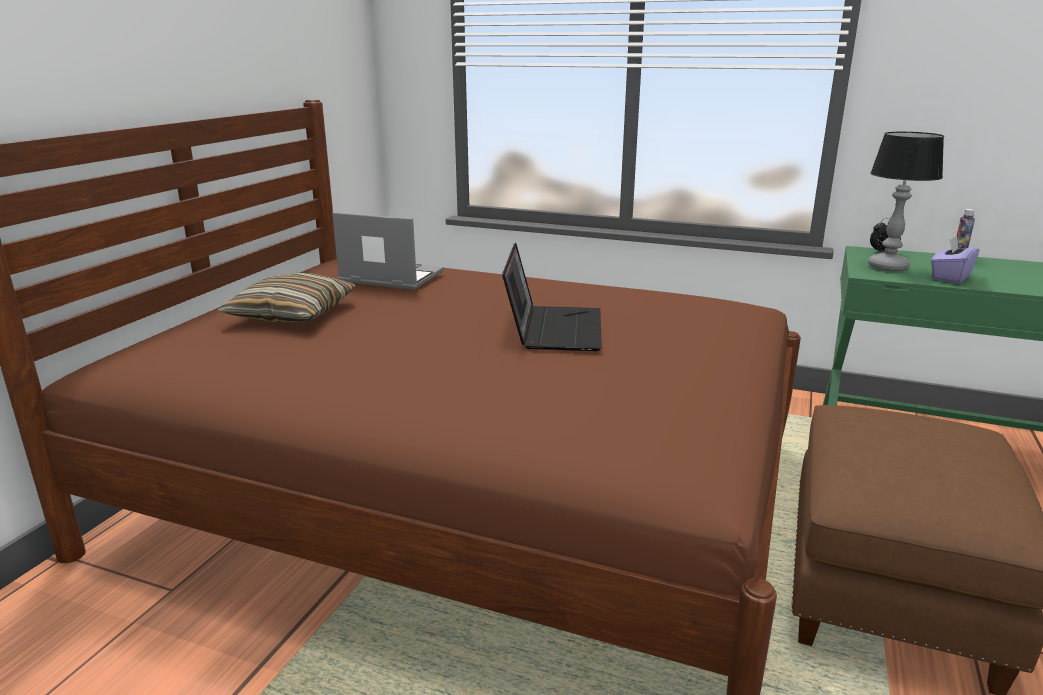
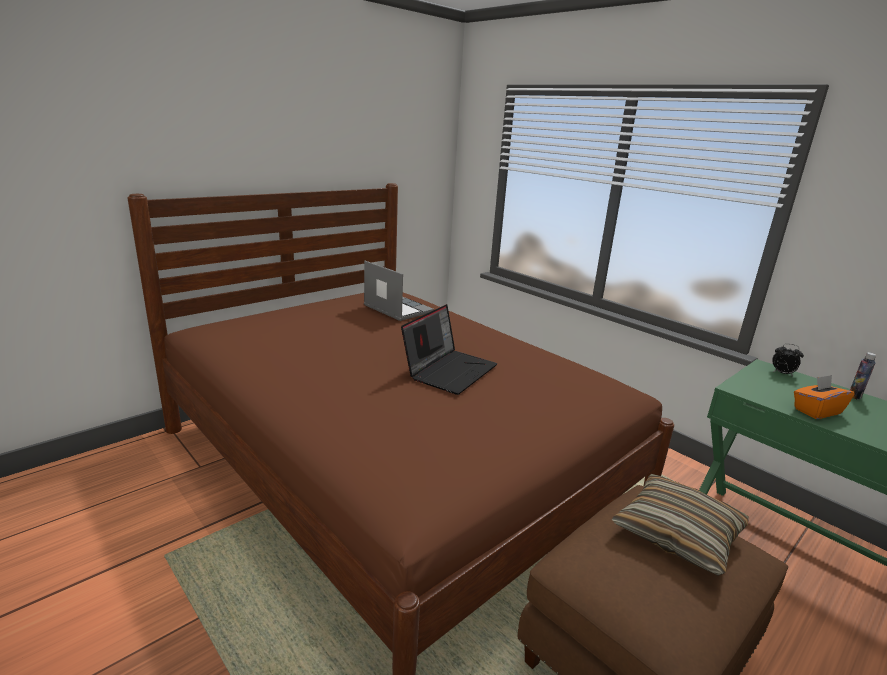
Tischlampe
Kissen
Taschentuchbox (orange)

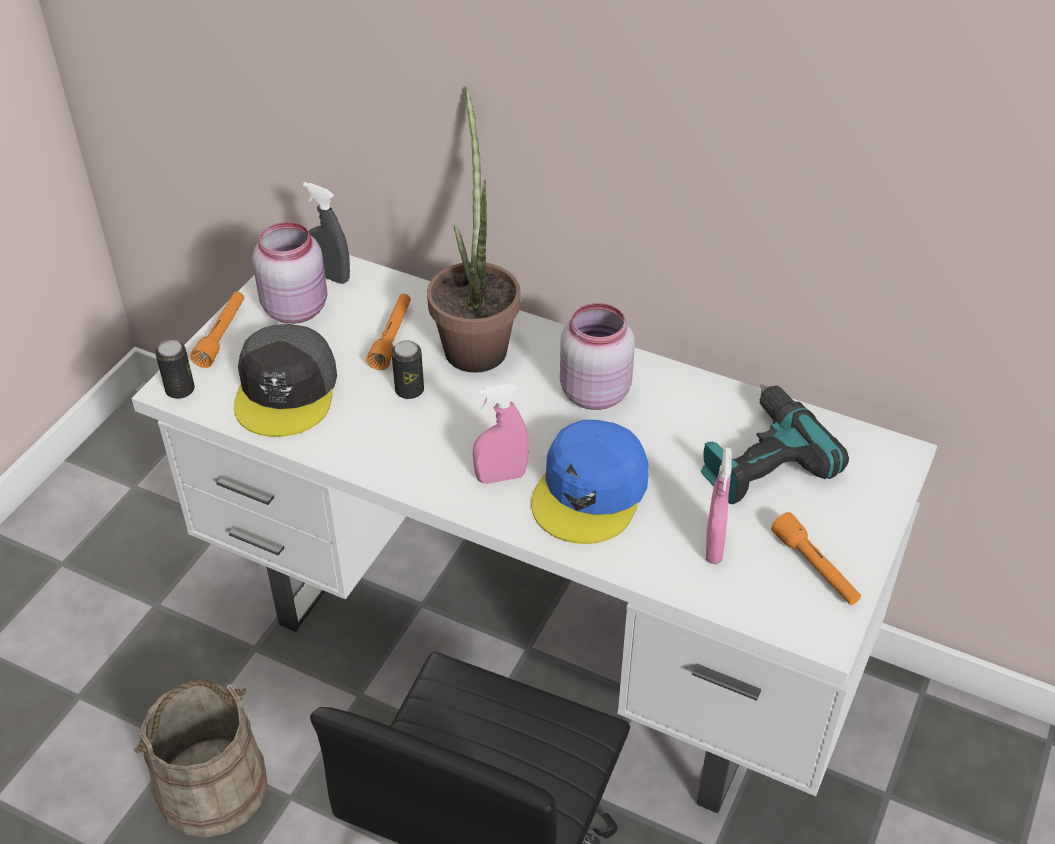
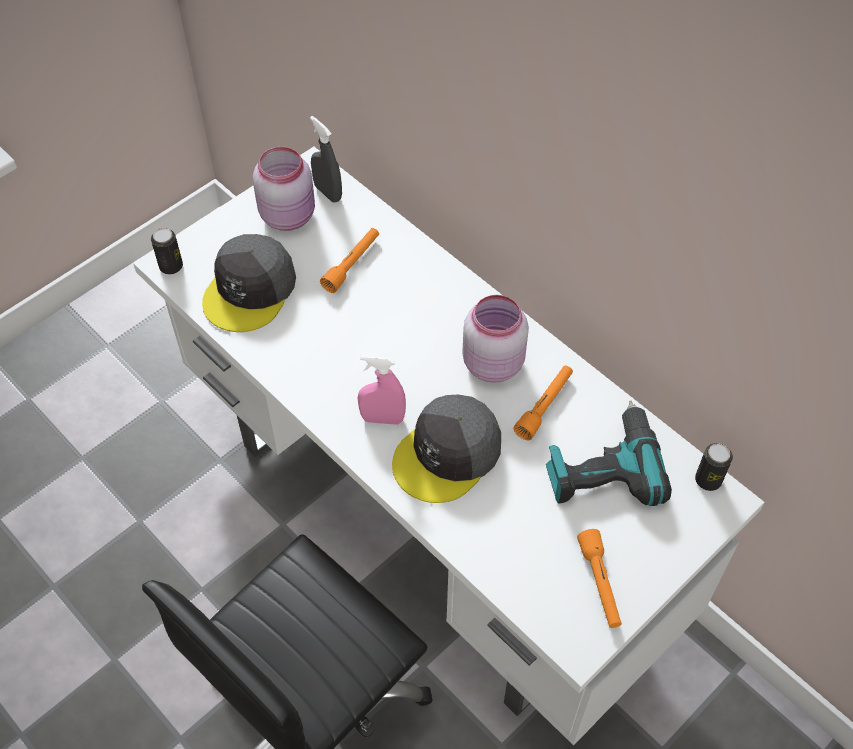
Eimer (beige)
Topfpflanze
Sprühflasche (rosa) (2nd from left in the first image)
Taschenlampe (orange) (2nd from left)
Dose (2nd from left)
Kappe (grau) (2nd from left)

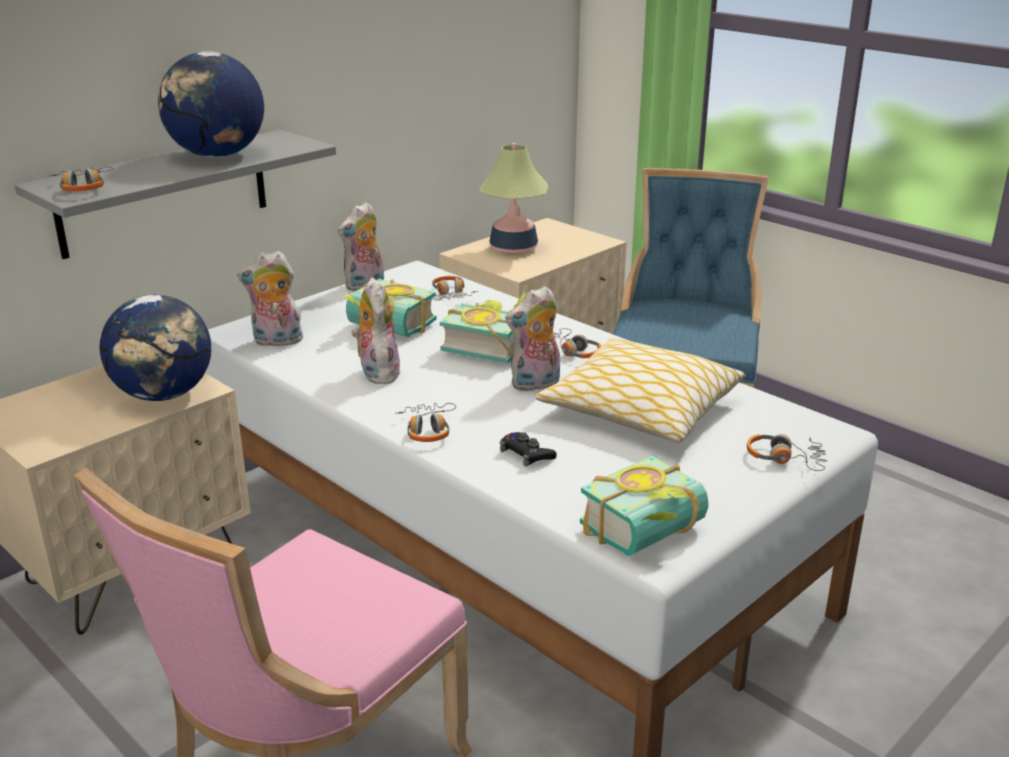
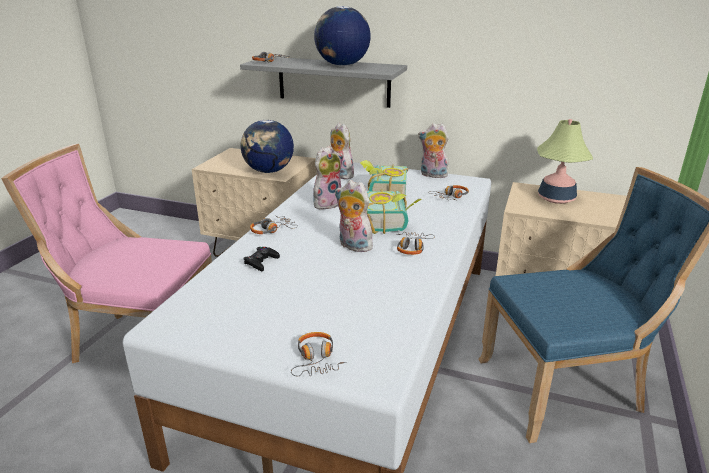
Kissen
Buch (3rd from left in the first image)

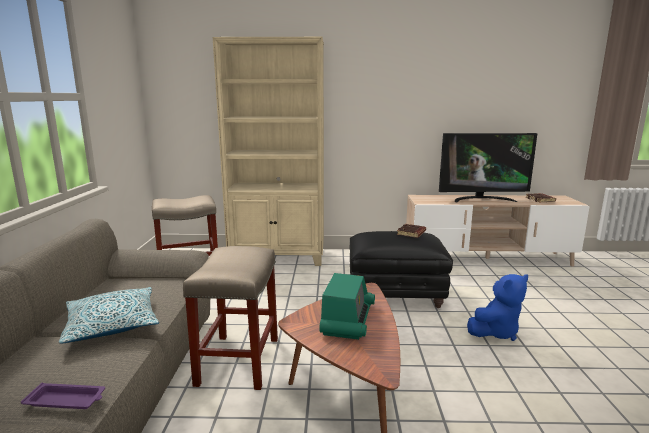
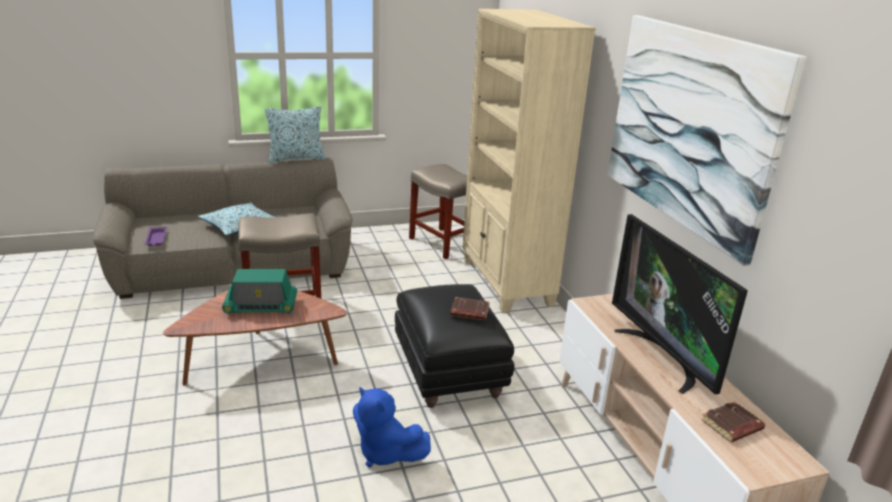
Kissen (2nd from left)
Bild

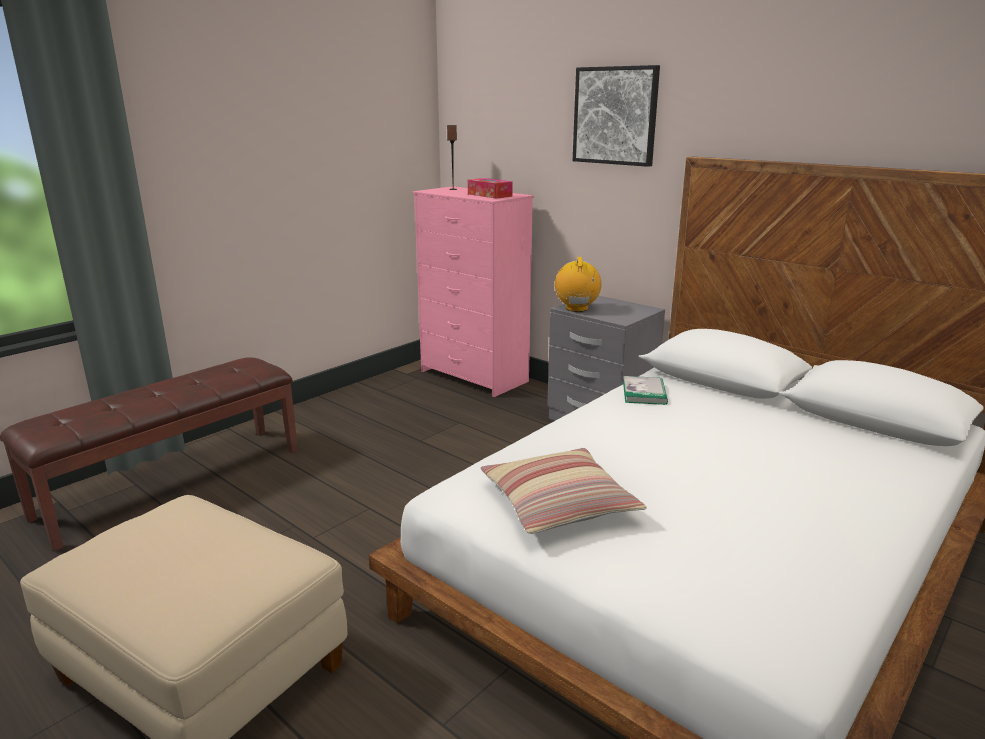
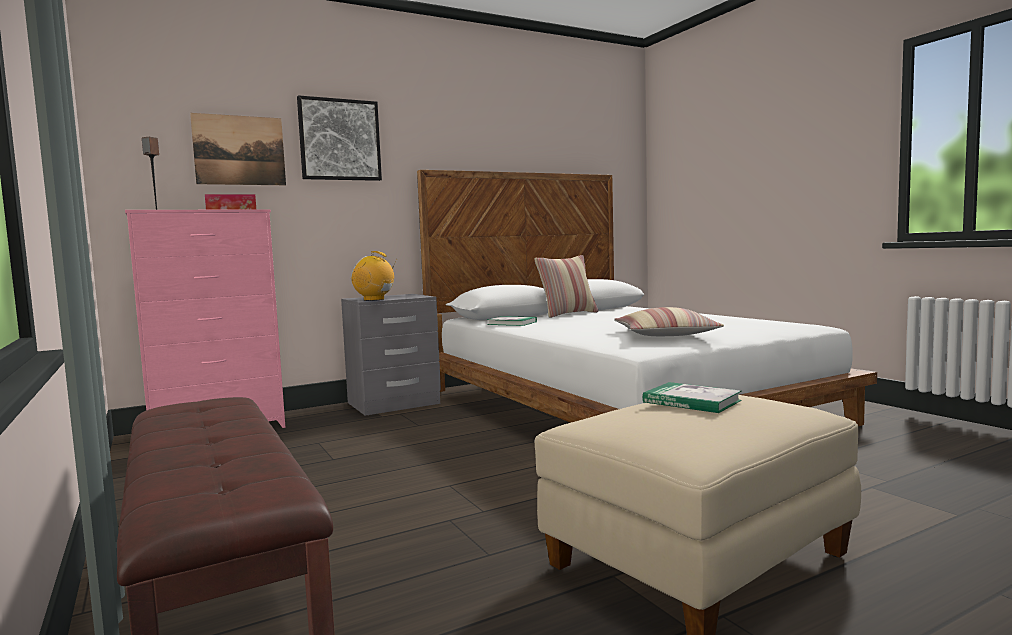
Bild (1st from left)
Kissen (1st from left)
Buch (2nd from left)

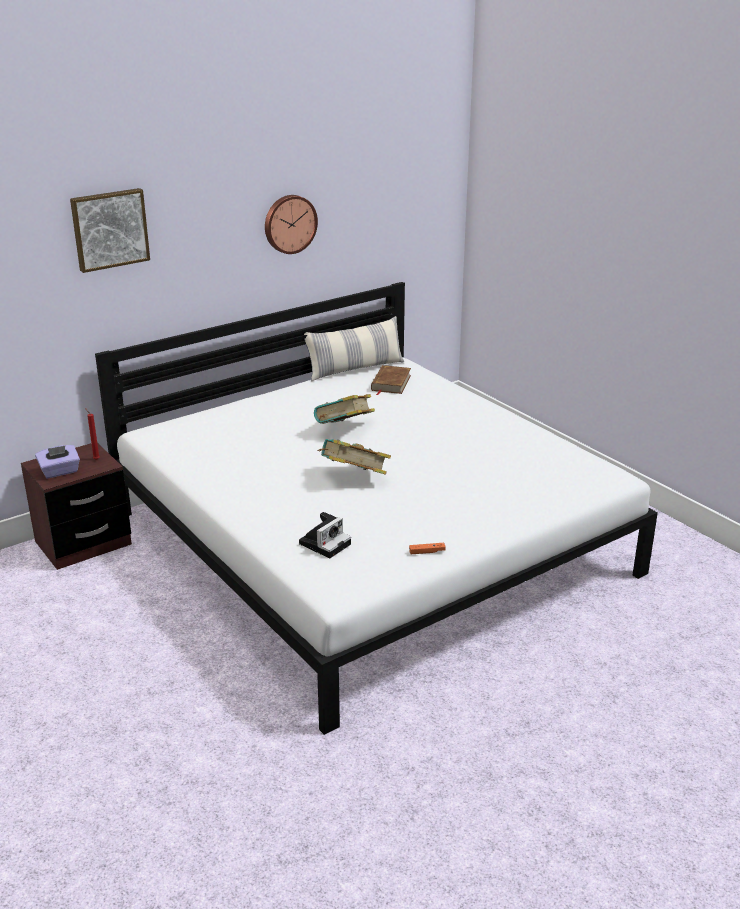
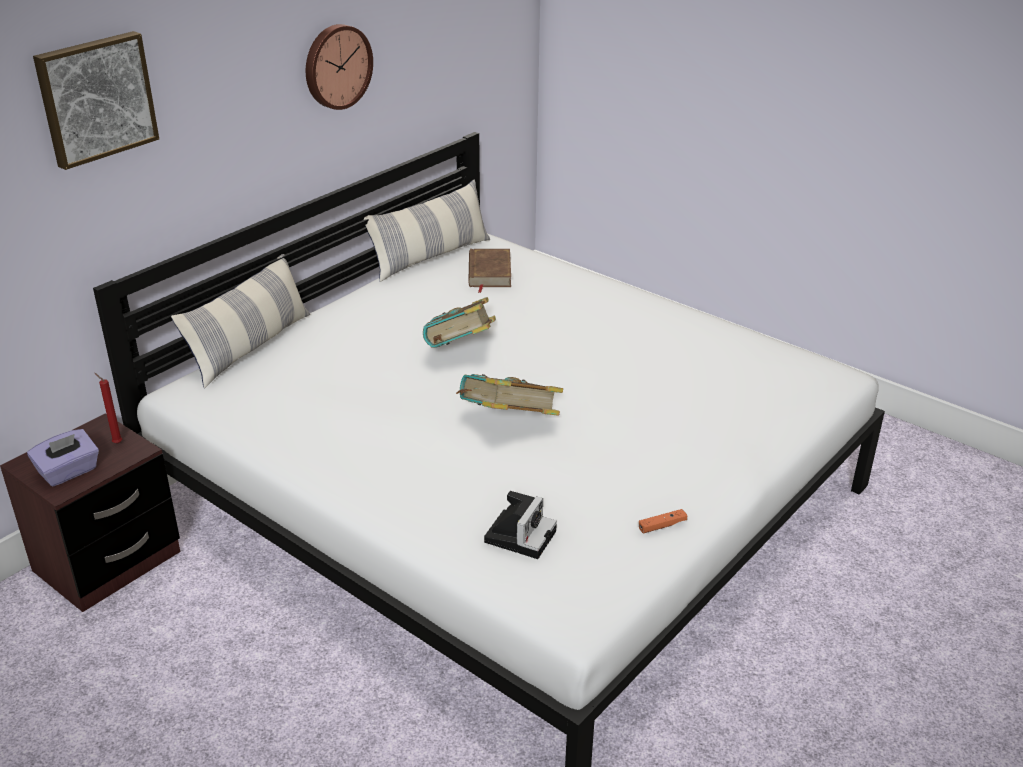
Kissen (1st from left)

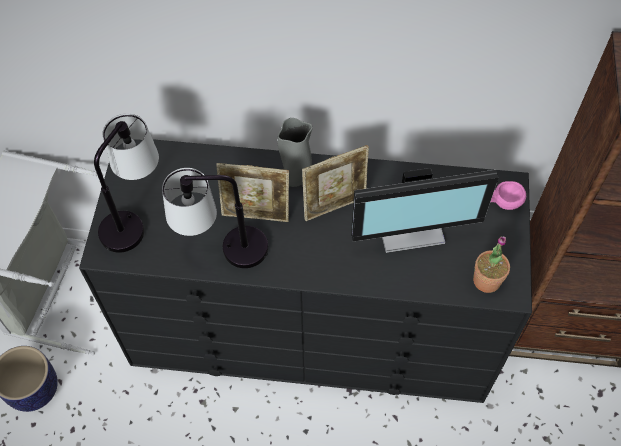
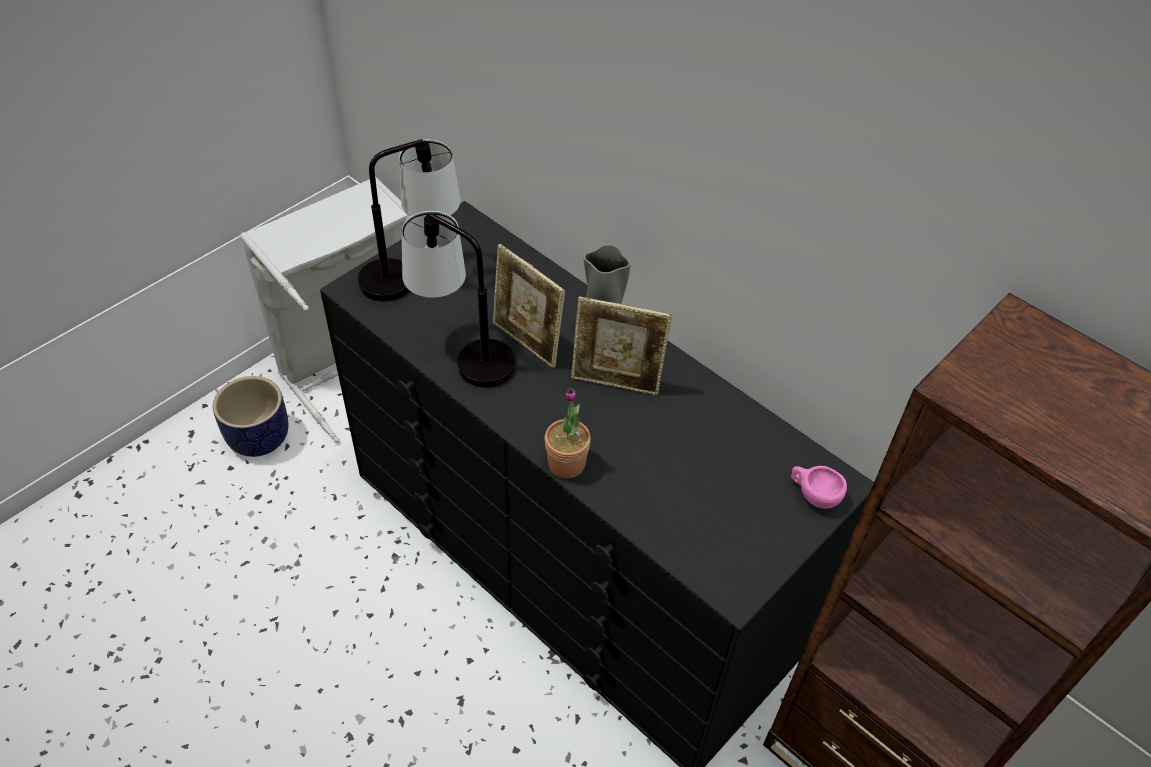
Monitor
Topfpflanze

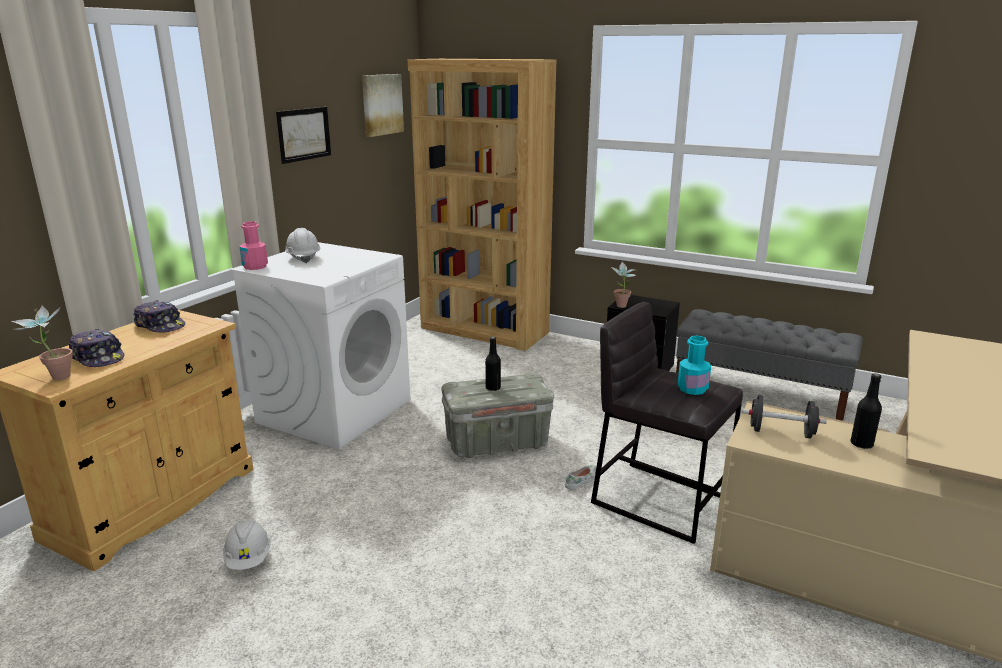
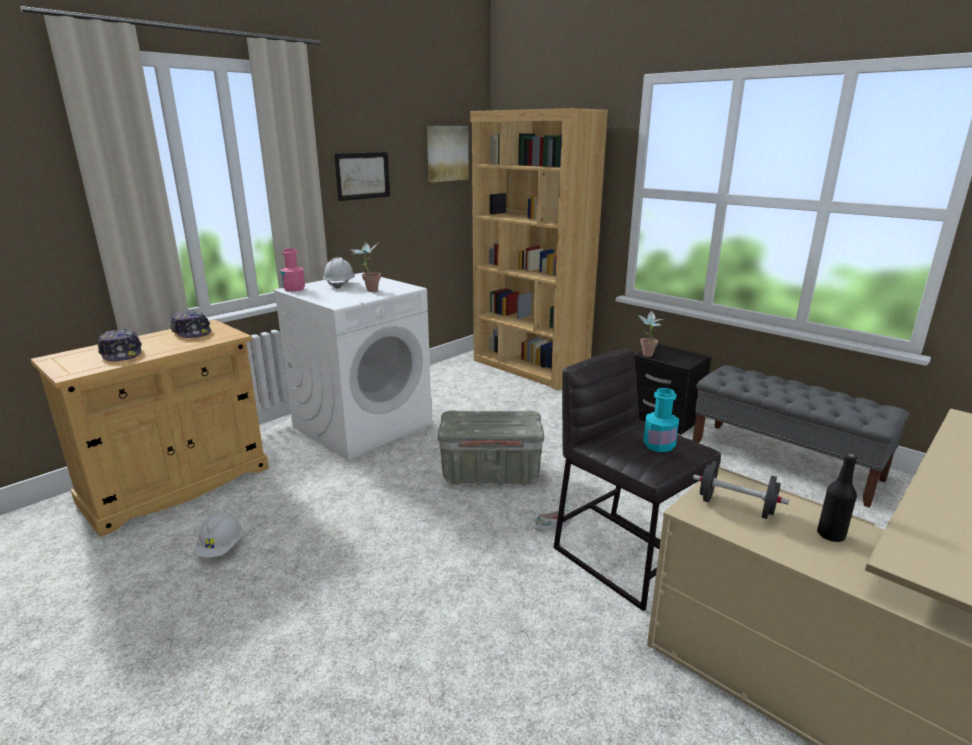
Flasche (schwarz) (1st from left in the first image)
Topfpflanze (1st from left)

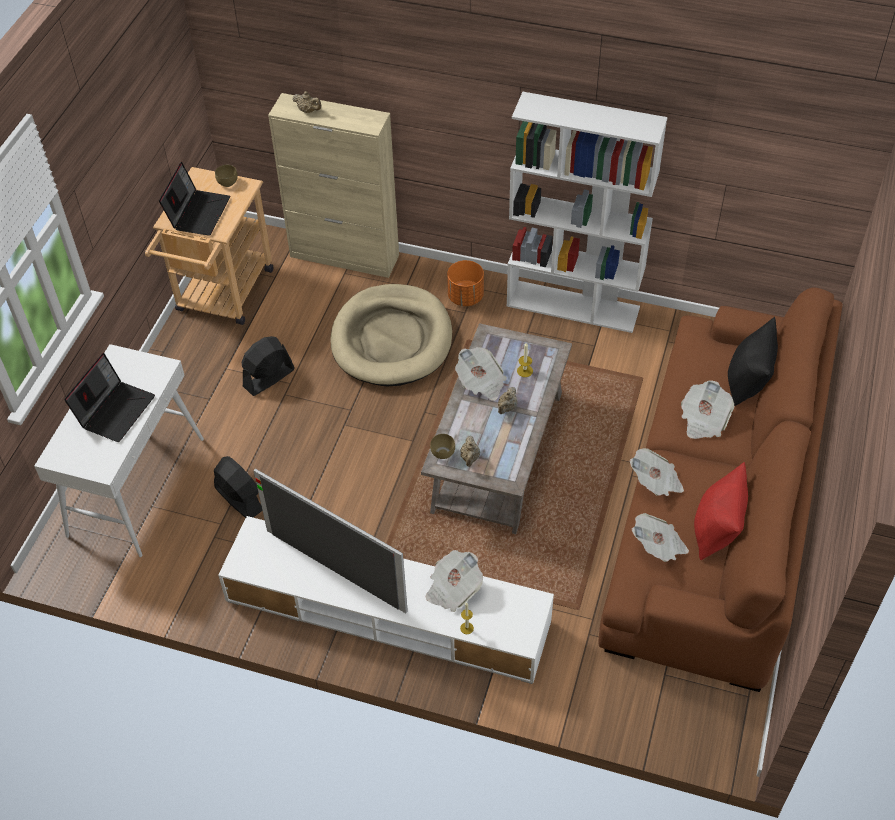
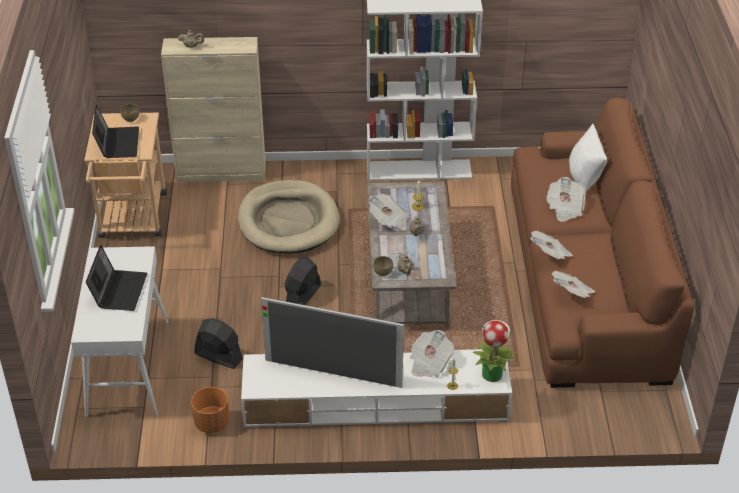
Kissen (rot)
Topfpflanze
Ventilator (schwarz) (2nd from left)
Pflanzkübel (orange)
Kissen (weiß)

